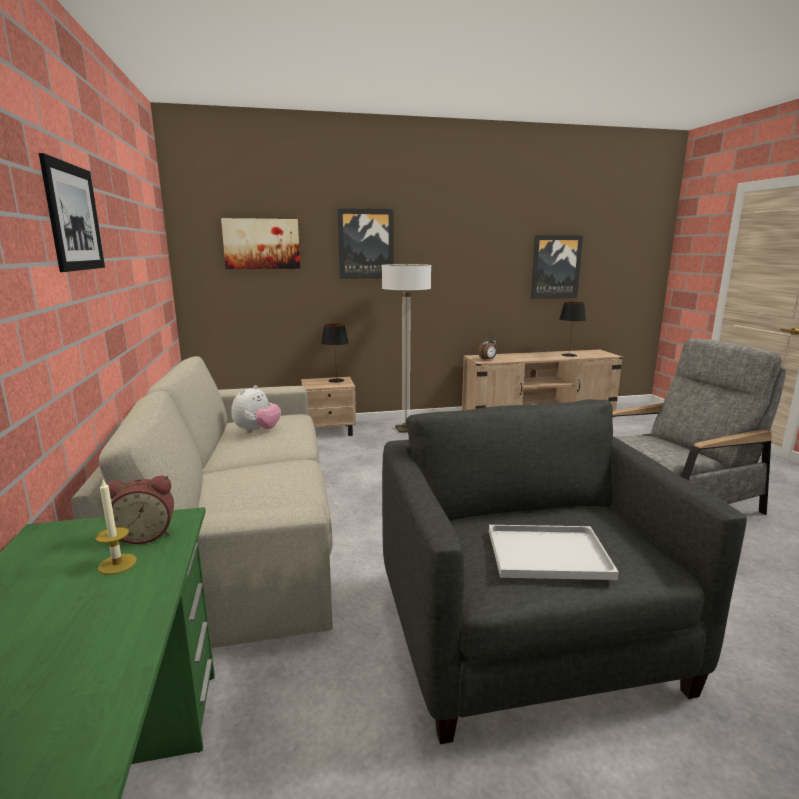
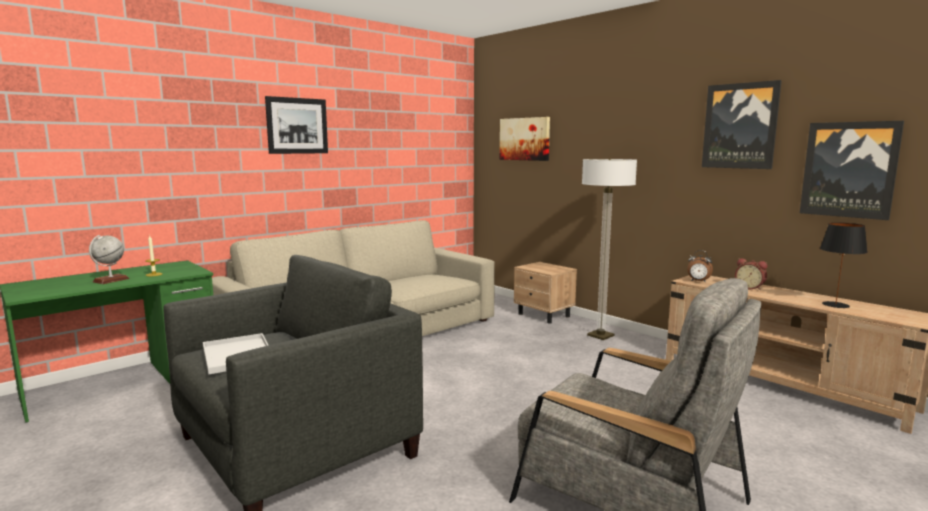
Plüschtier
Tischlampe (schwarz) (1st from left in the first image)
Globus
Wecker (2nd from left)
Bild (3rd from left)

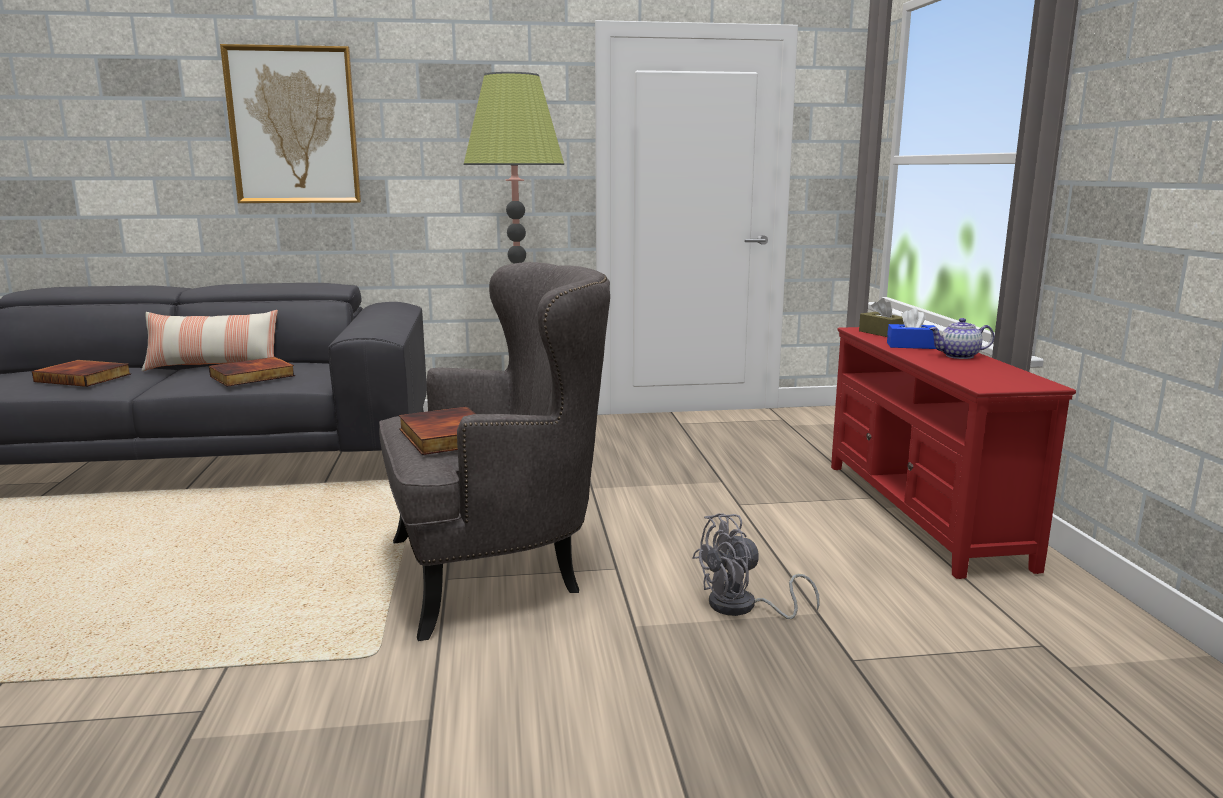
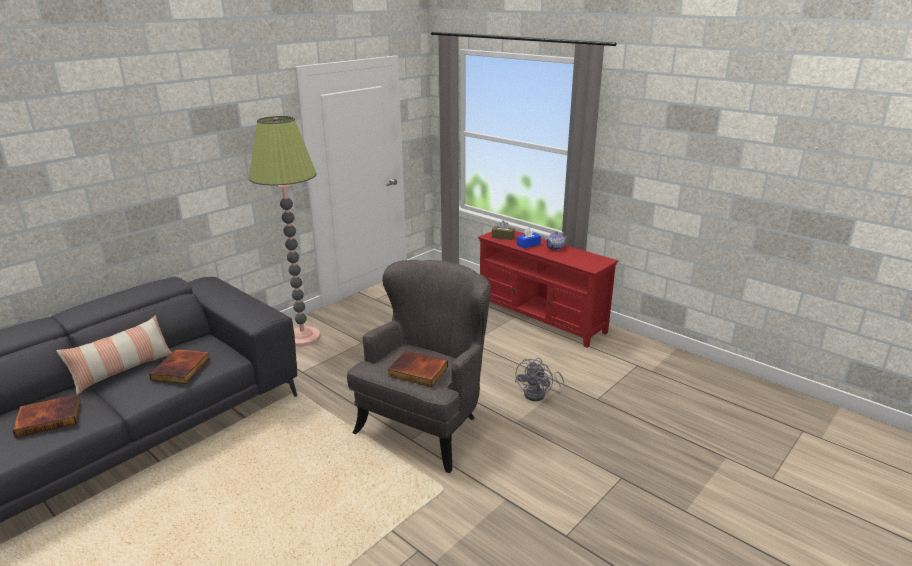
Bild

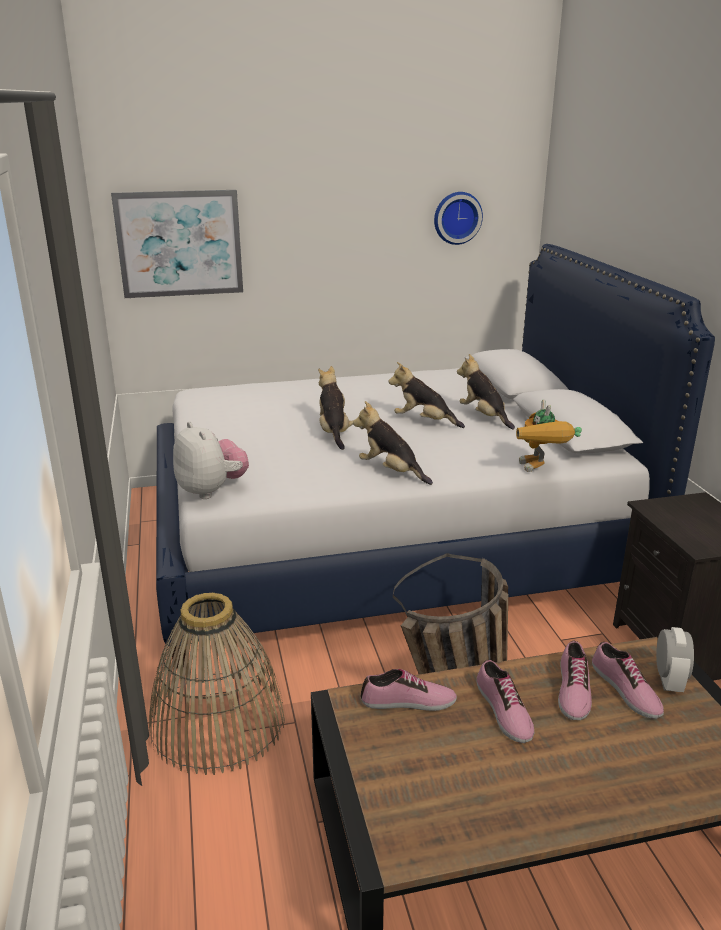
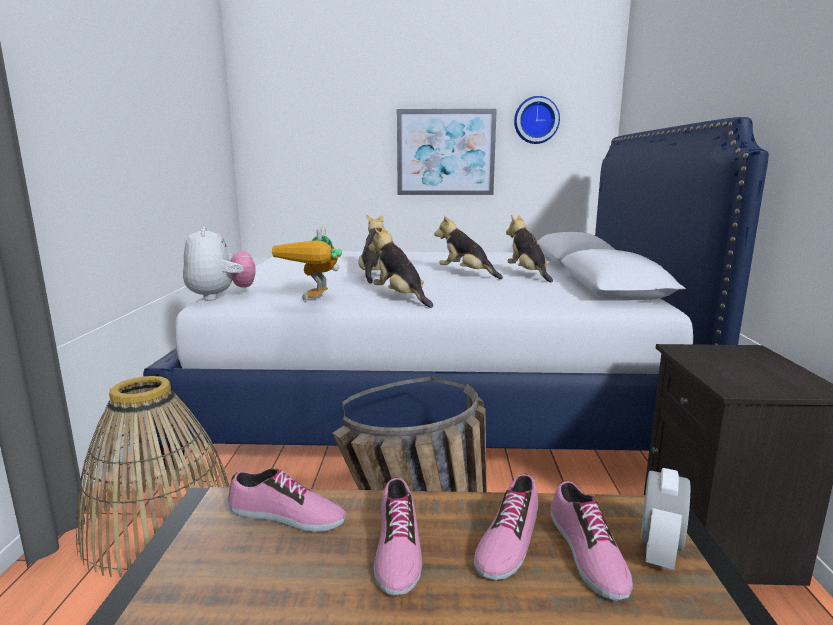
Bild
Spielzeugroboter

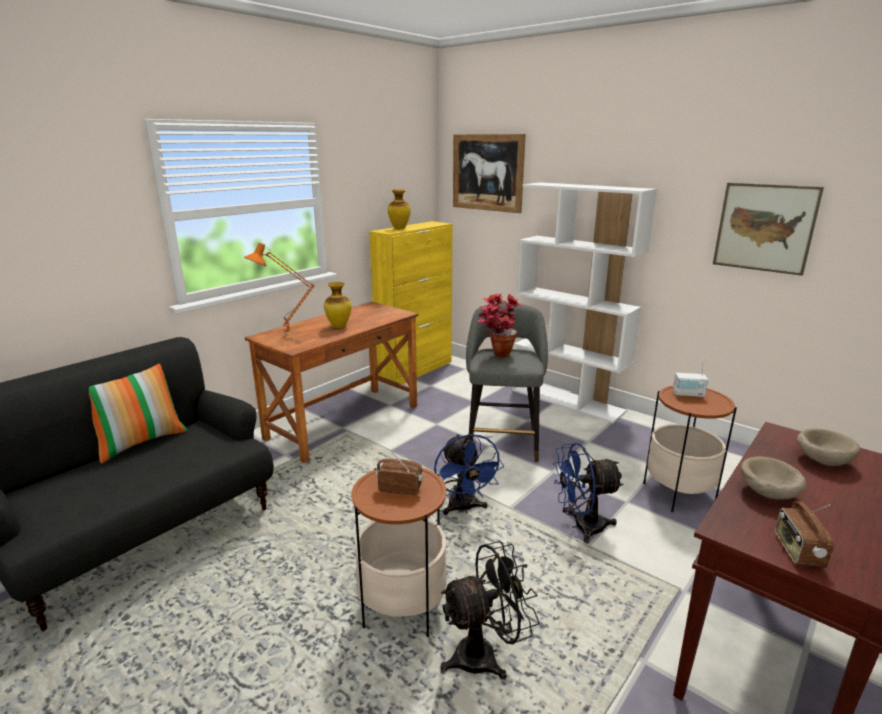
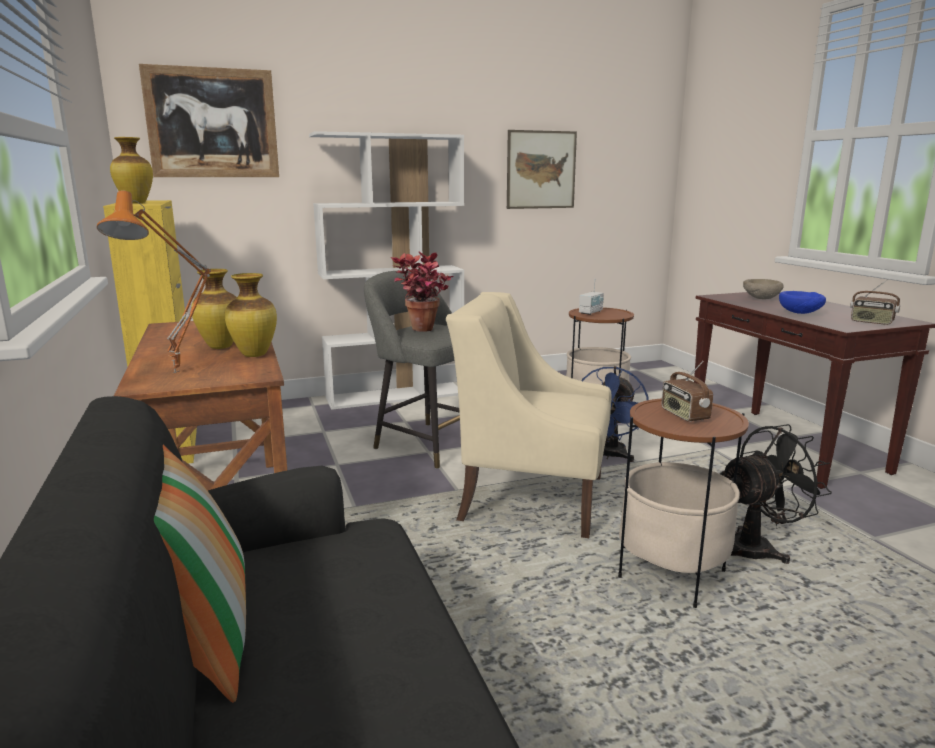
Vase (3rd from left)
Sessel (beige)
Schüssel (blau)
Radio (2nd from left)
Ventilator (schwarz)

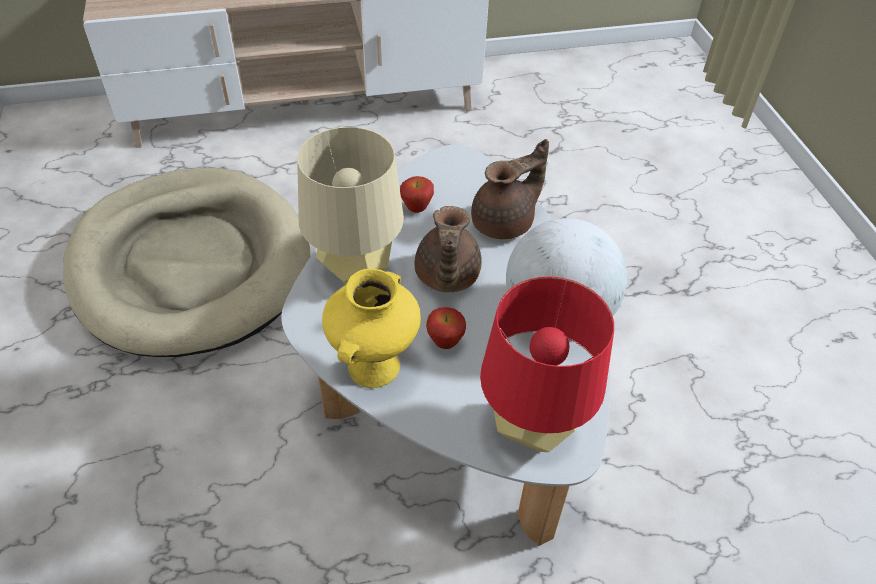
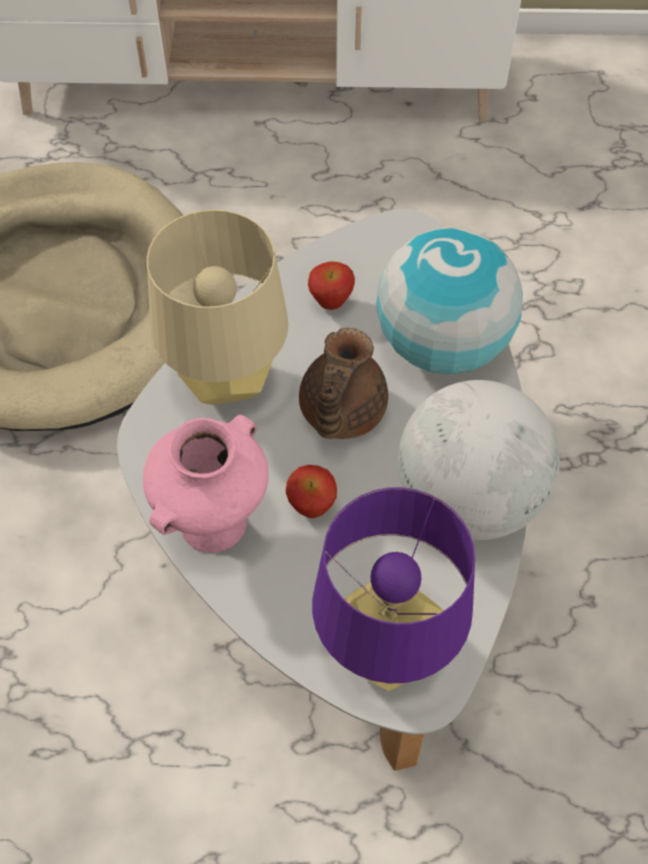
Globus (1st from left)
Vase (rosa)
Tischlampe (lila)

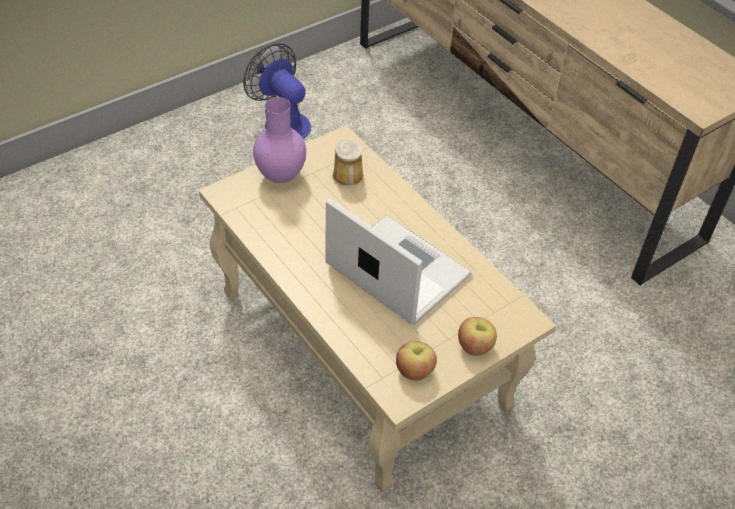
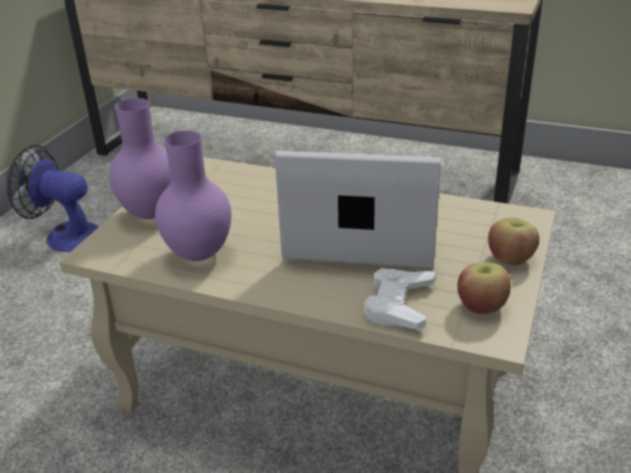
Henkelbecher
Vase (lila) (2nd from left)
Gamepad (weiß)

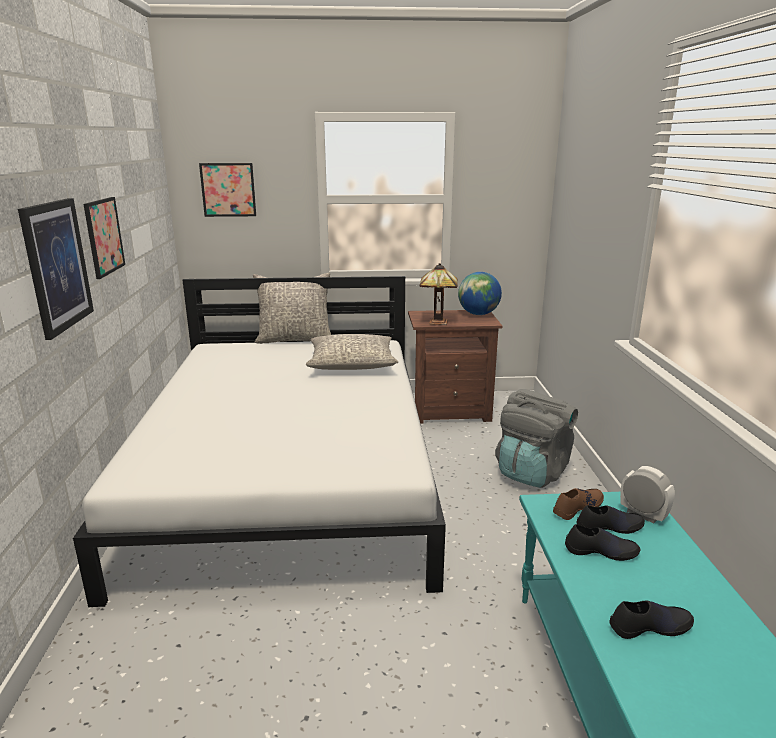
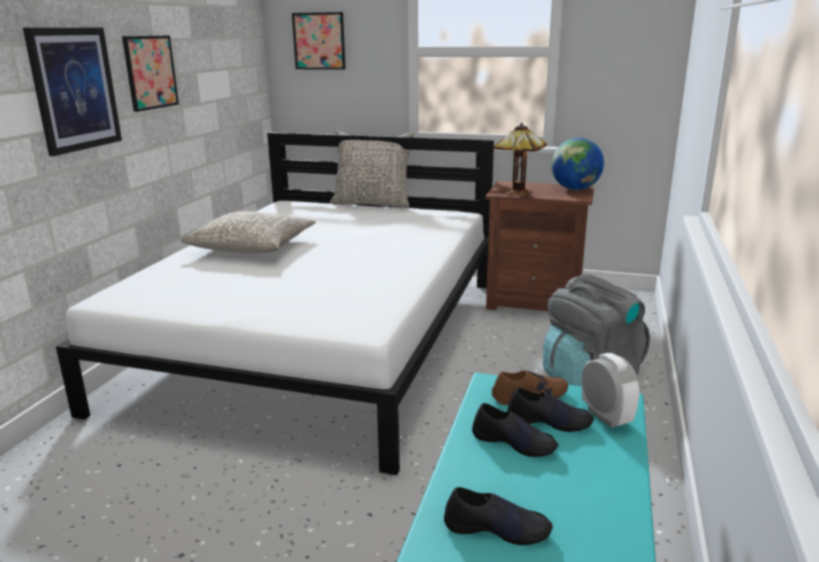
Kissen (grau) (1st from left)

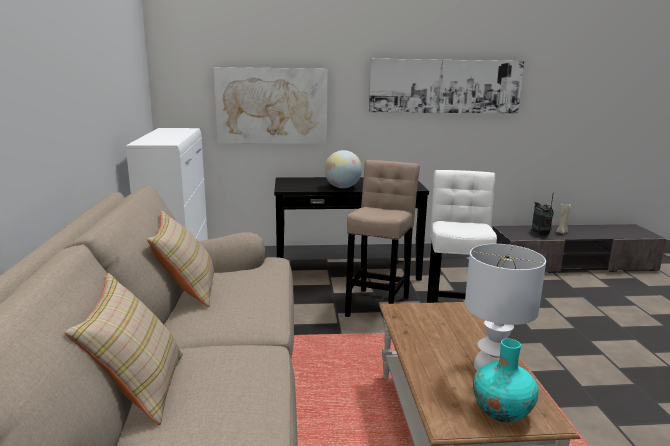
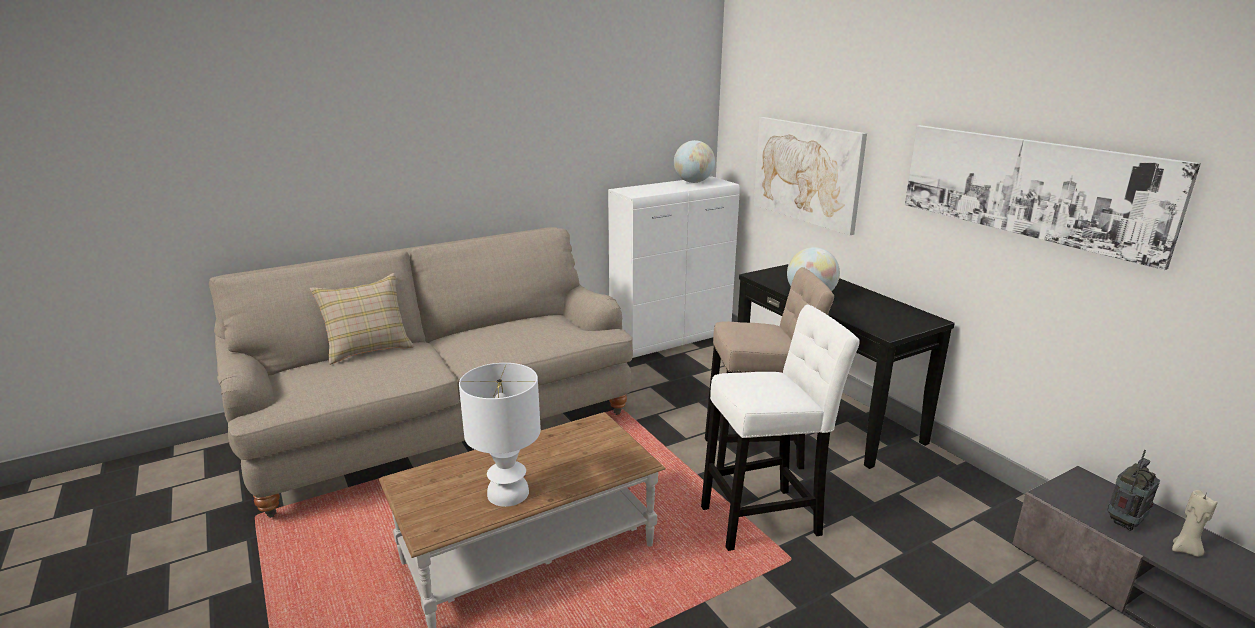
Kissen (beige) (2nd from left in the first image)
Vase (türkis)
Globus (1st from left)

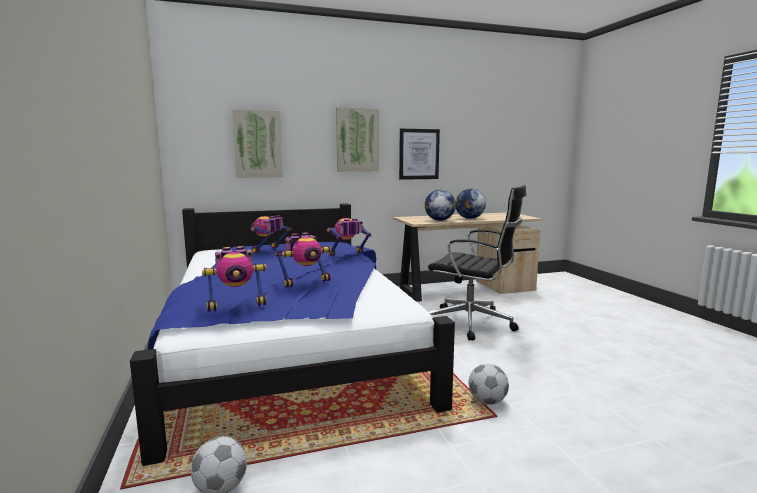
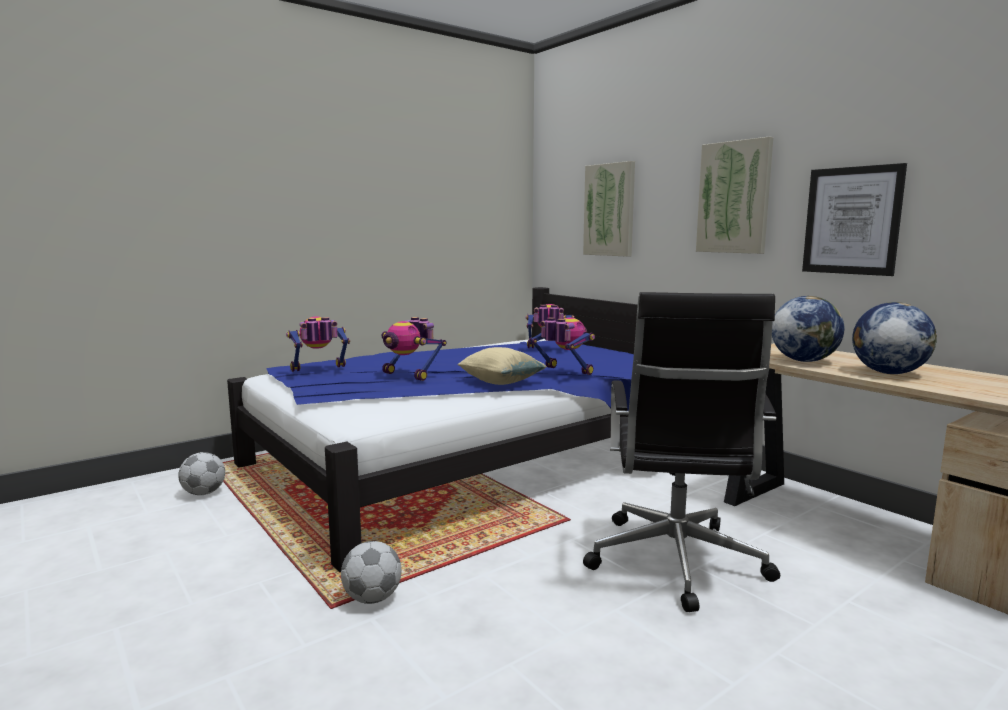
Kissen (beige)
Spielzeugroboter (1st from left)

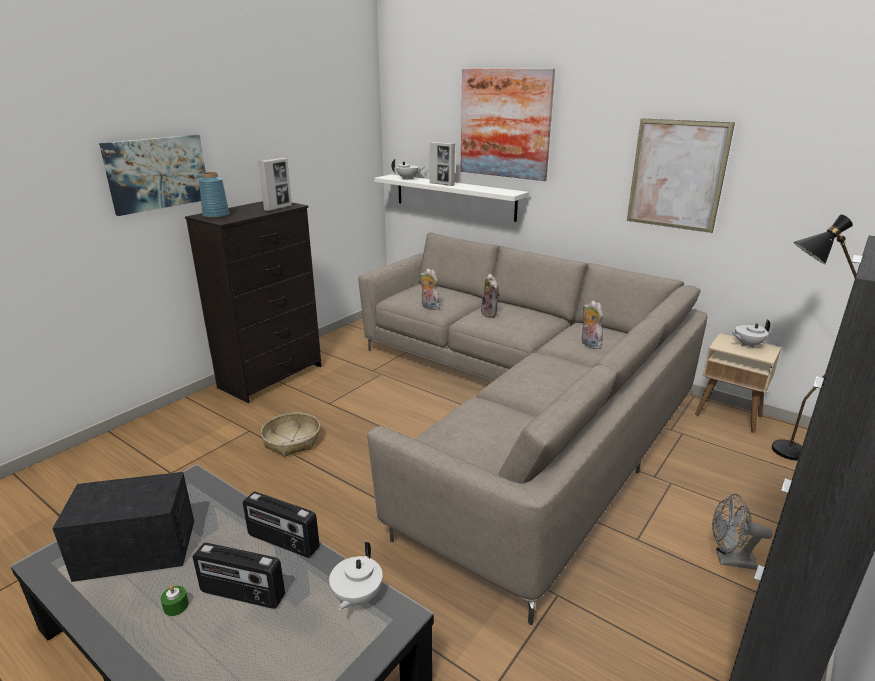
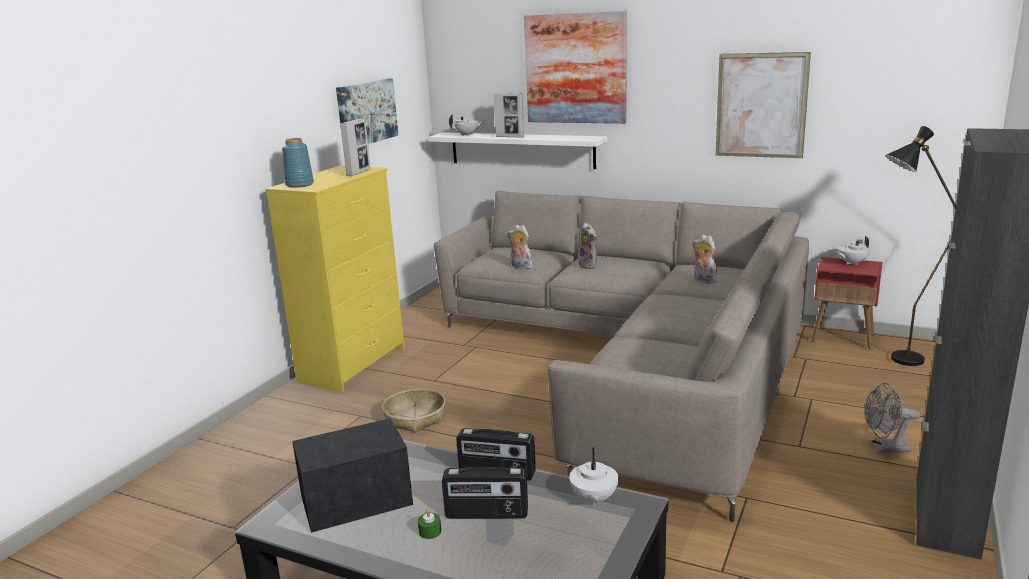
Bild (1st from left)
Kommode (gelb)
Beistelltisch (rot)

